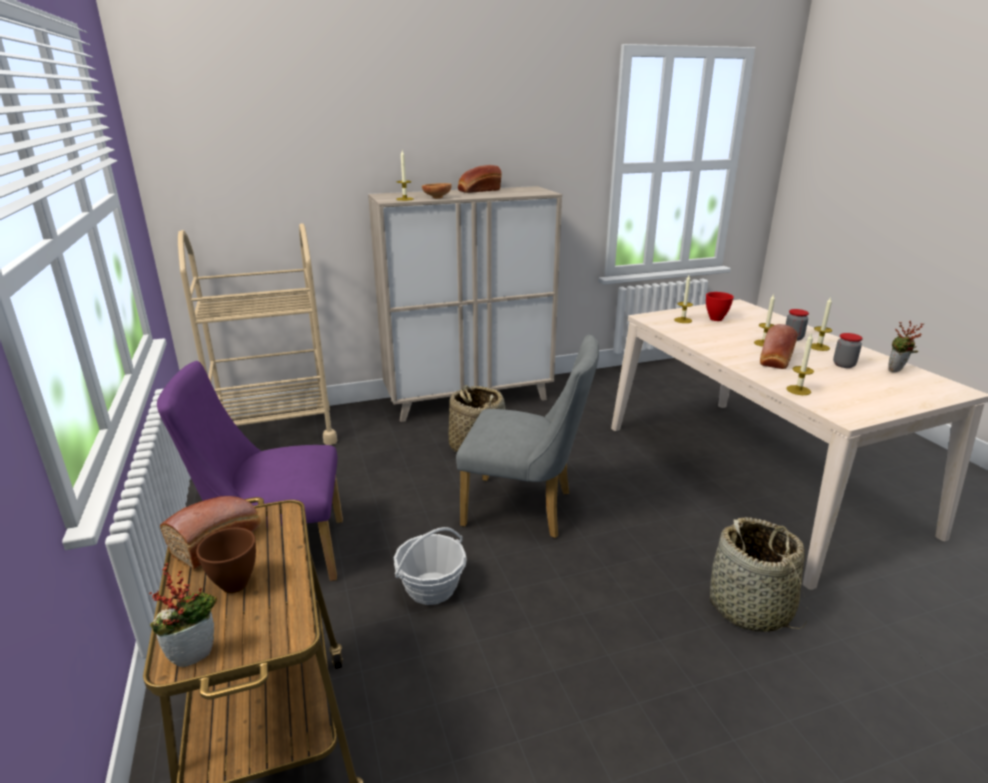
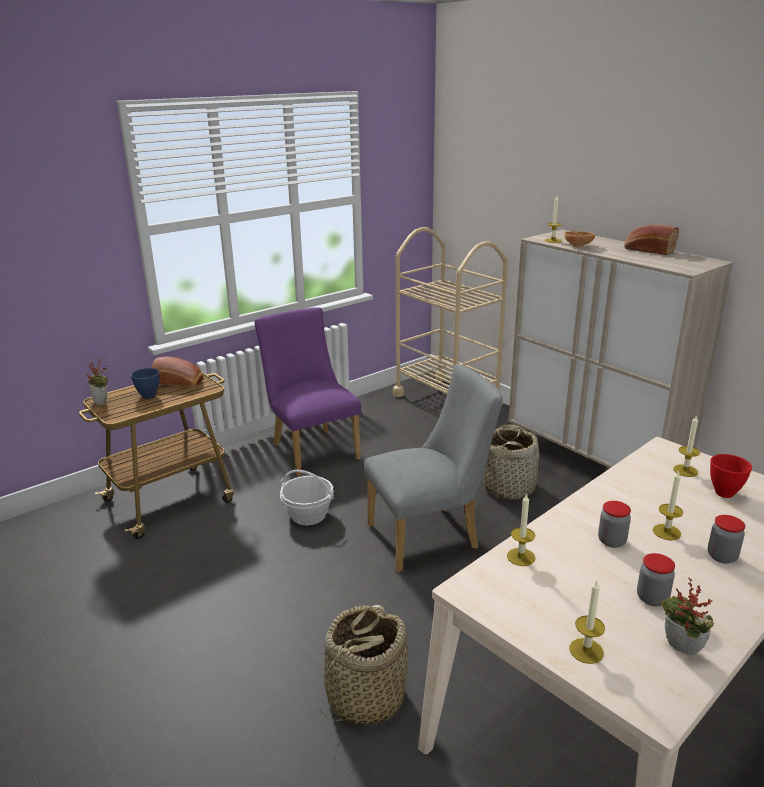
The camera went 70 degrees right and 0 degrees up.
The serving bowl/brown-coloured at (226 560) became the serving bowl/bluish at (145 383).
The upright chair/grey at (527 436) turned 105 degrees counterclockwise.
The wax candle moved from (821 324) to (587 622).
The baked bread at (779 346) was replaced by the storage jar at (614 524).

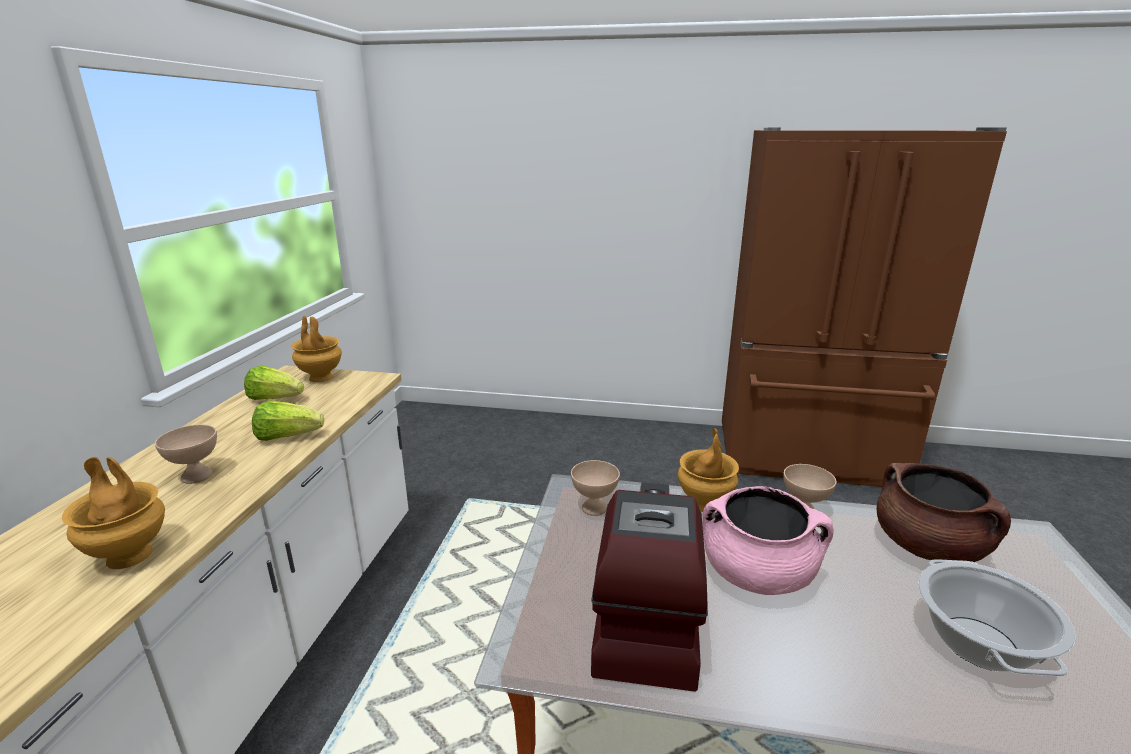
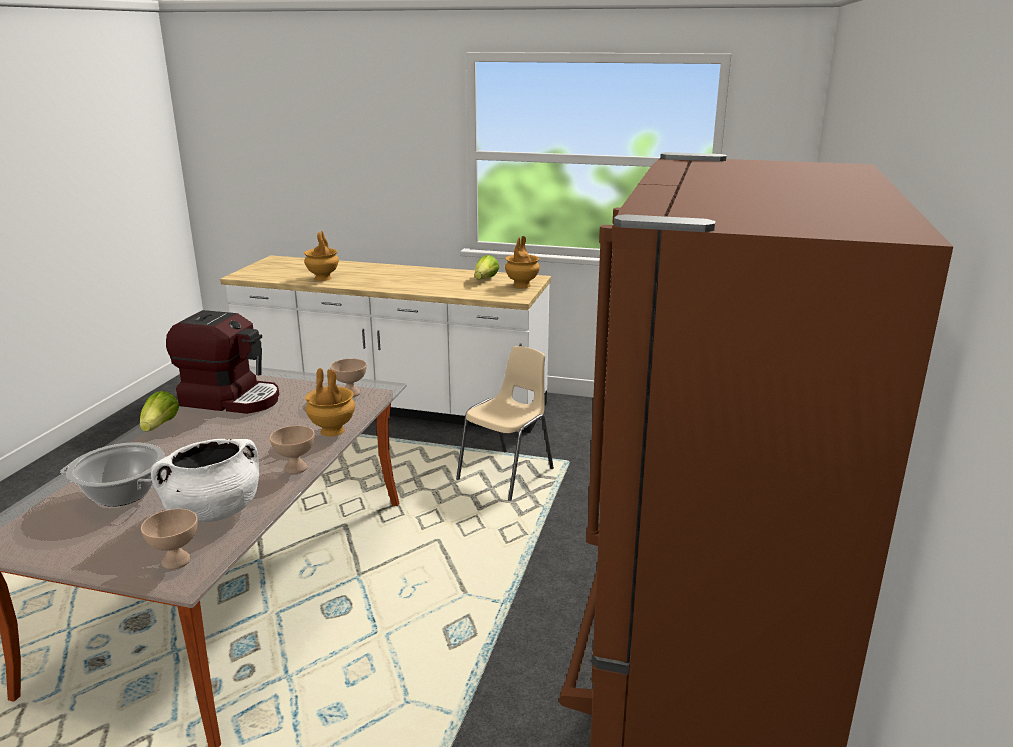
The camera went 95 degrees right and 0 degrees up.
The lettuce moved from (288 421) to (159 411).
The serving bowl/sand-coloured moved from (186 454) to (169 539).
The stockpot/brown-coloured at (944 512) became the stockpot/white-coloured at (205 480).
The upright chair/sand-coloured at (505 423) appeared.
The stockpot/pinkish at (768 540) disappeared.

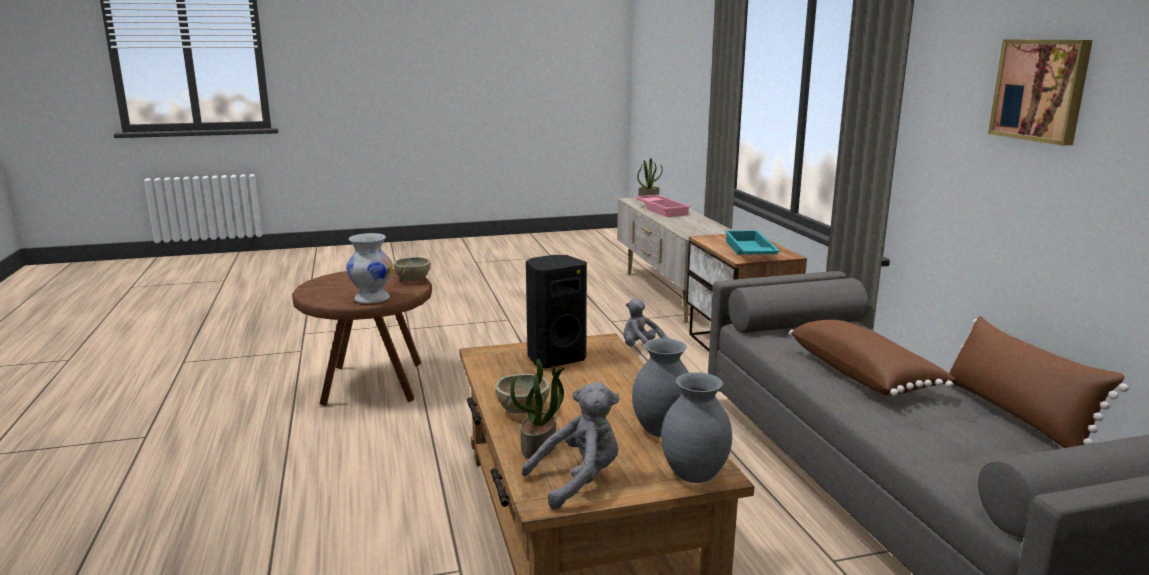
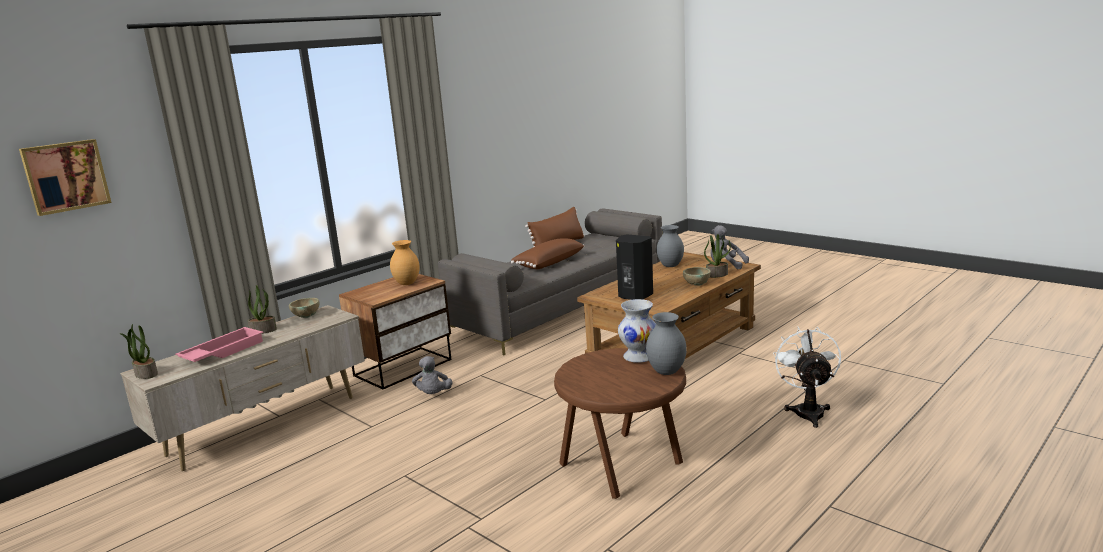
The camera went 120 degrees left and 0 degrees up.
The wall art moved from (1040 93) to (65 177).
The houseplant at (262 309) appeared.
The serving bowl/sand-coloured moved from (412 269) to (304 308).
The serving tray/turquoise-coloured at (752 242) was replaced by the decorative vase/brown-coloured at (405 262).
The decorative vase/grey moved from (696 427) to (666 343).
The fan/white-coloured at (807 377) appeared.

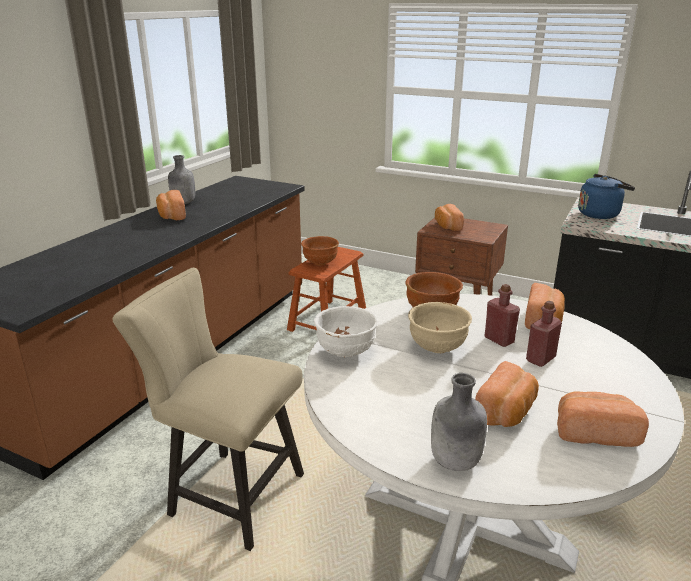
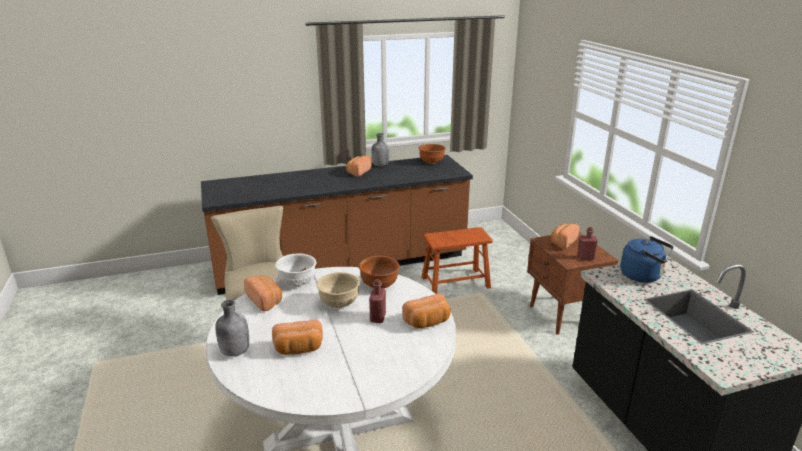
The camera went 45 degrees right and 0 degrees up.
The baked bread moved from (603 419) to (263 293).
The serving bowl/brown-coloured moved from (320 250) to (432 154).
The bottle/reddish moved from (544 334) to (587 243).

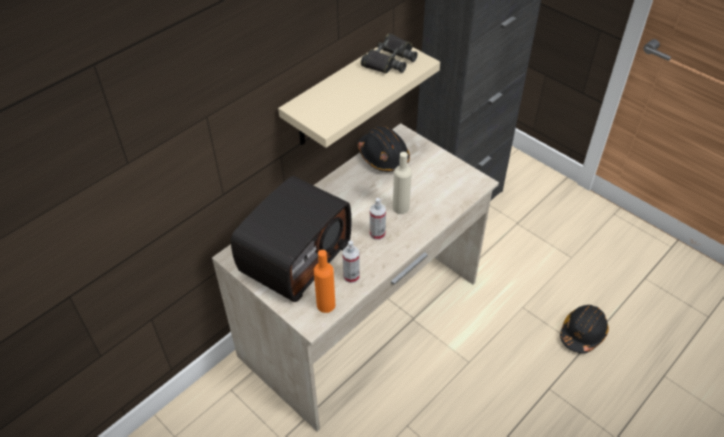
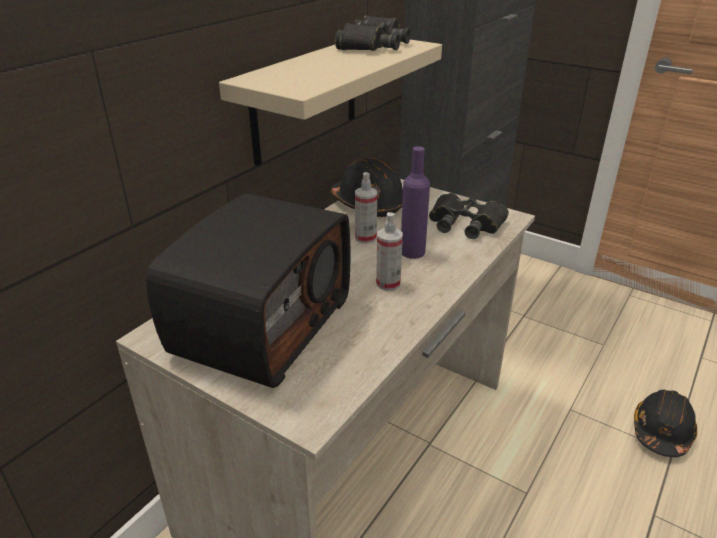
The camera went 10 degrees left and 15 degrees down.
The spray bottle moved from (351 262) to (366 208).
The bottle/sand-coloured at (402 183) became the bottle/purple-coloured at (415 202).
The field glasses/blackish at (469 216) appeared.
The bottle/orange at (325 281) disappeared.

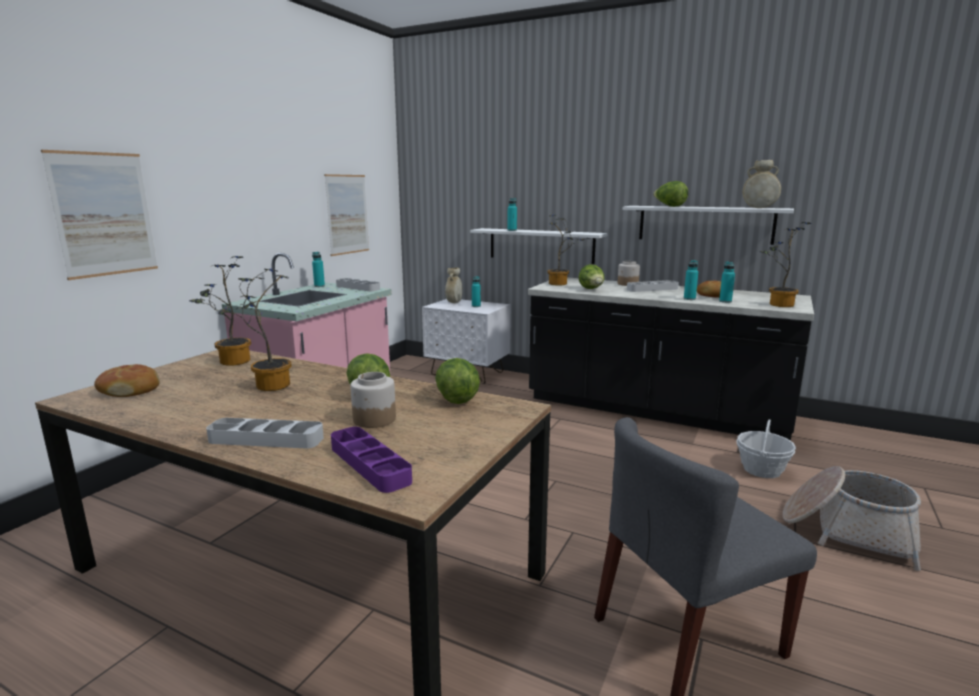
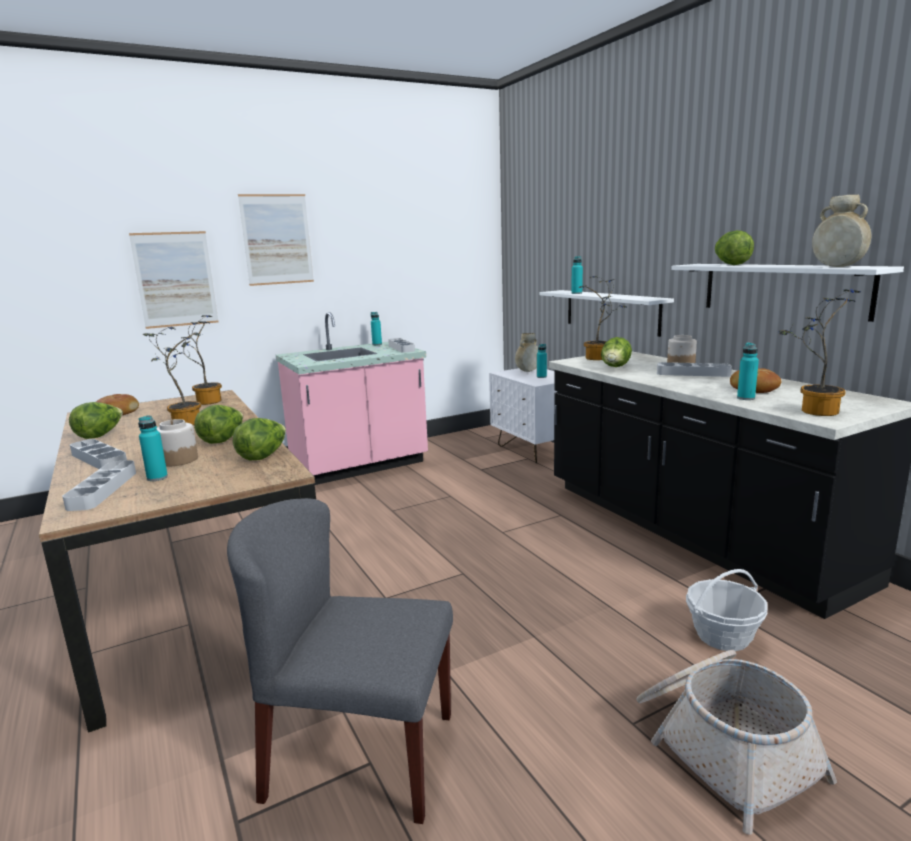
The camera went 35 degrees right and 0 degrees up.
The serving tray/purple-coloured at (371 460) became the serving tray/grey at (99 485).
The lettuce at (96 420) appeared.
The bottle/turquoise-coloured moved from (691 280) to (153 448).
The wall art moved from (346 215) to (276 240).

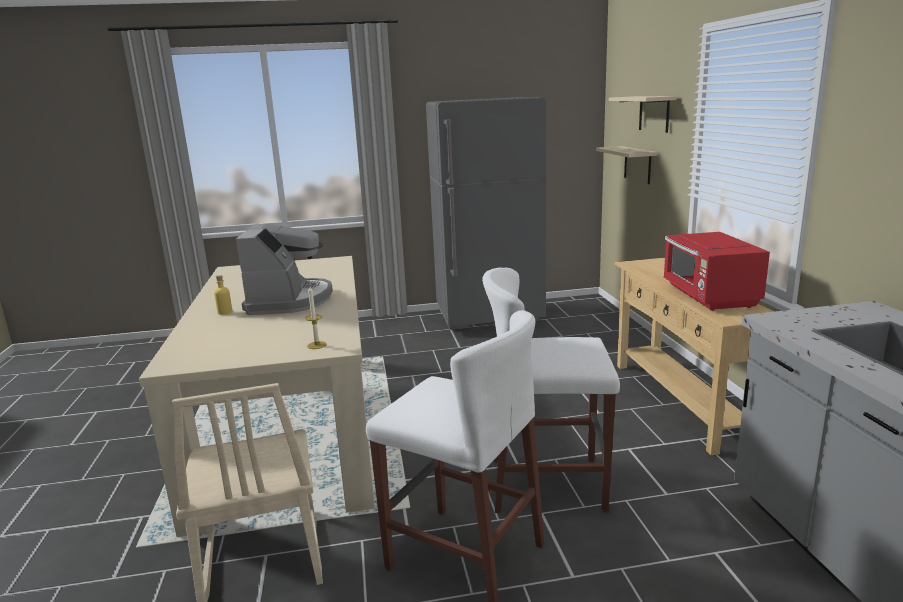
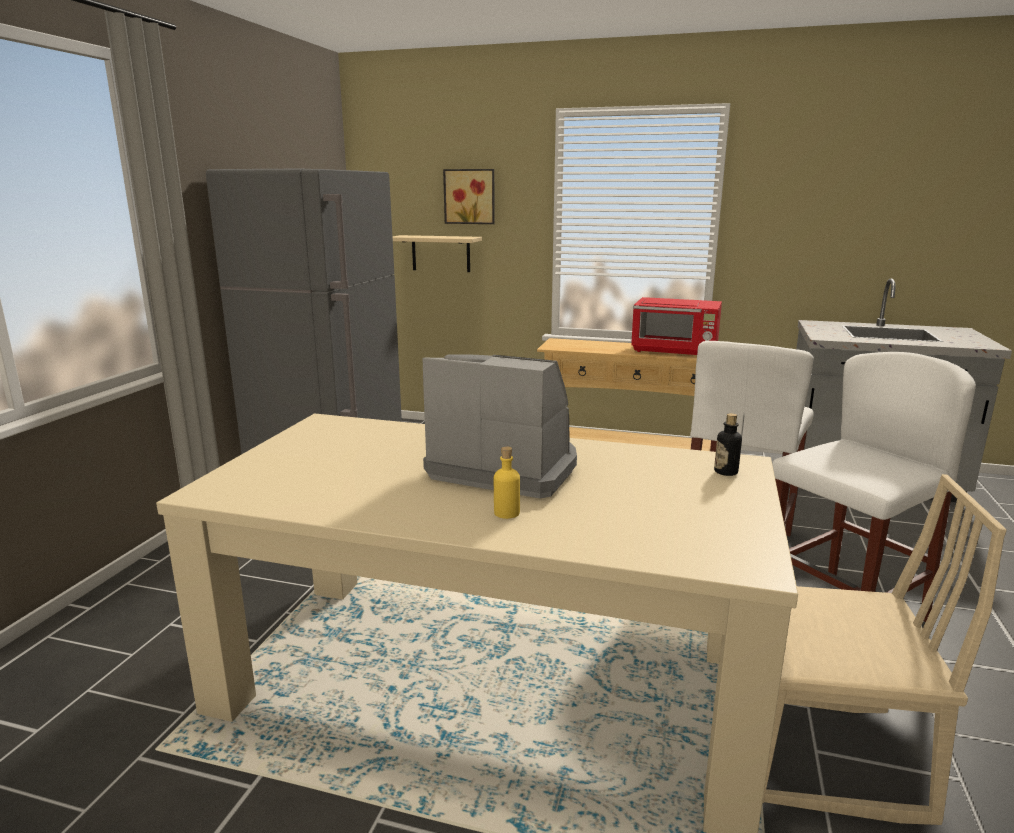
The camera went 65 degrees left and 0 degrees up.
The bracket shelf/sand-coloured at (643 114) was replaced by the wall art at (469 196).
The wax candle at (316 317) was replaced by the bottle at (728 444).

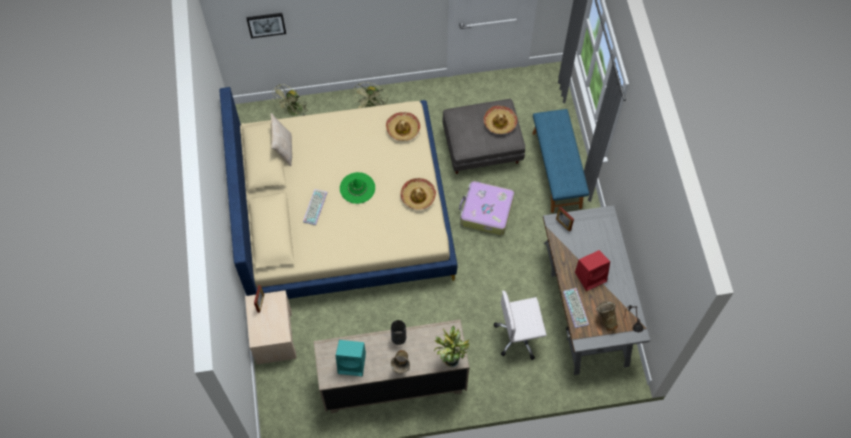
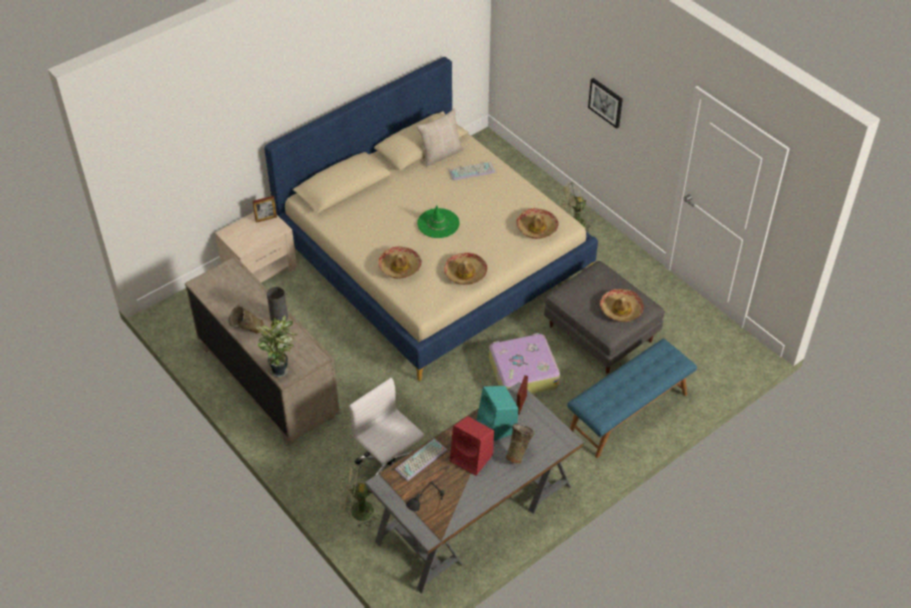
The camera went 60 degrees right and 15 degrees down.
The fan/green-coloured moved from (290 100) to (359 496).
The clothing hat at (400 262) appeared.
The keyboard moved from (315 207) to (472 171).
The loudspeaker/turquoise-coloured moved from (351 358) to (497 413).
The decorative vase/sand-coloured moved from (607 316) to (520 444).
The wall art moved from (266 25) to (605 103).

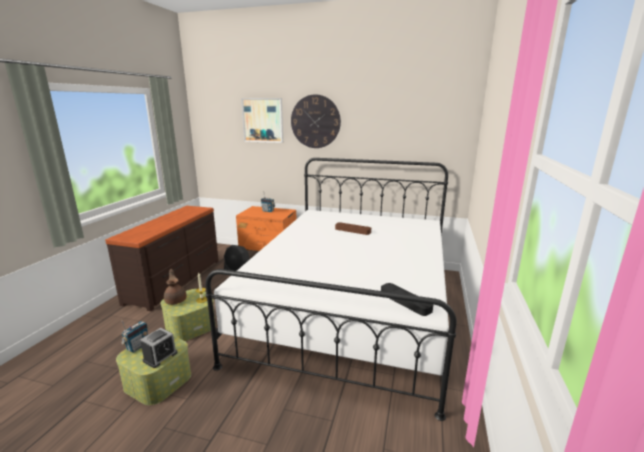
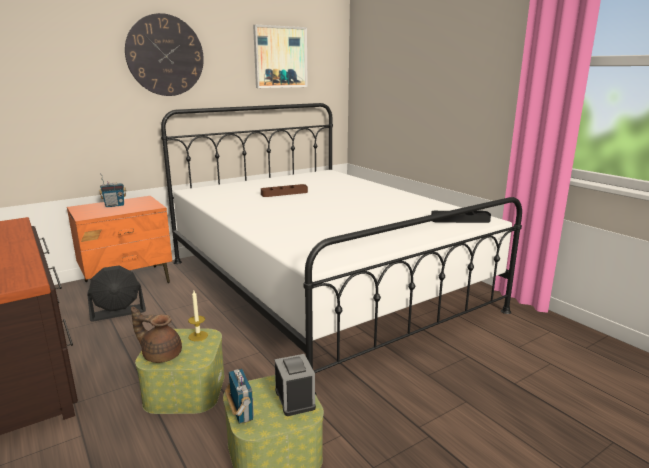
The camera went 50 degrees left and 0 degrees up.
The wall art moved from (262 120) to (280 56).

